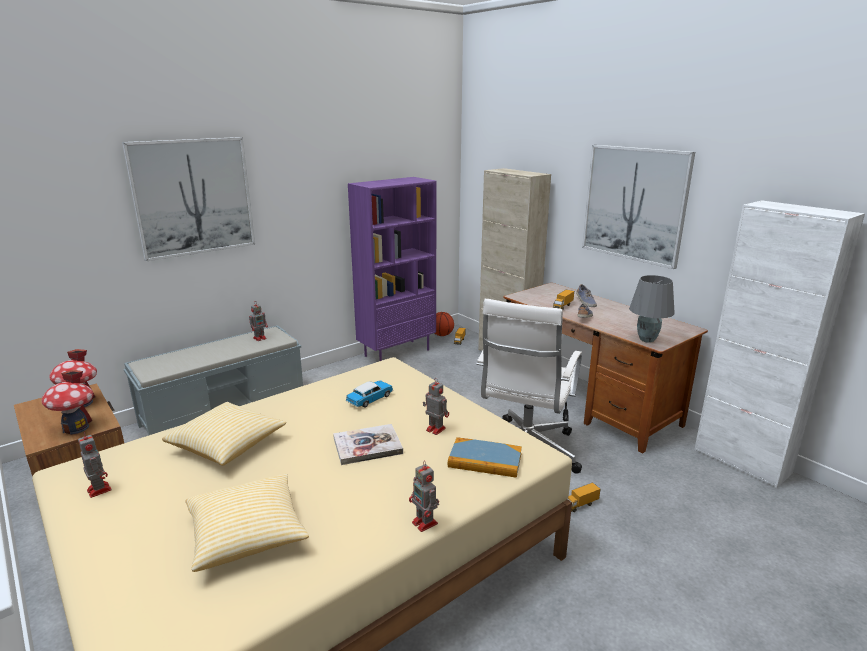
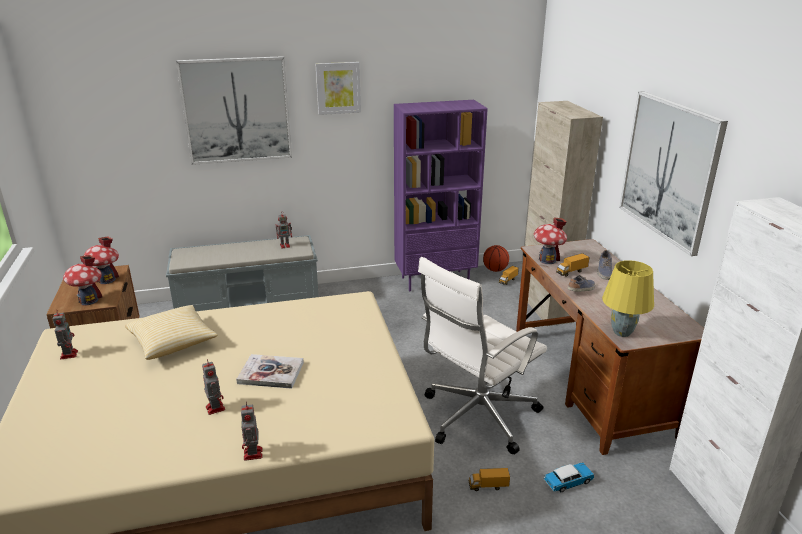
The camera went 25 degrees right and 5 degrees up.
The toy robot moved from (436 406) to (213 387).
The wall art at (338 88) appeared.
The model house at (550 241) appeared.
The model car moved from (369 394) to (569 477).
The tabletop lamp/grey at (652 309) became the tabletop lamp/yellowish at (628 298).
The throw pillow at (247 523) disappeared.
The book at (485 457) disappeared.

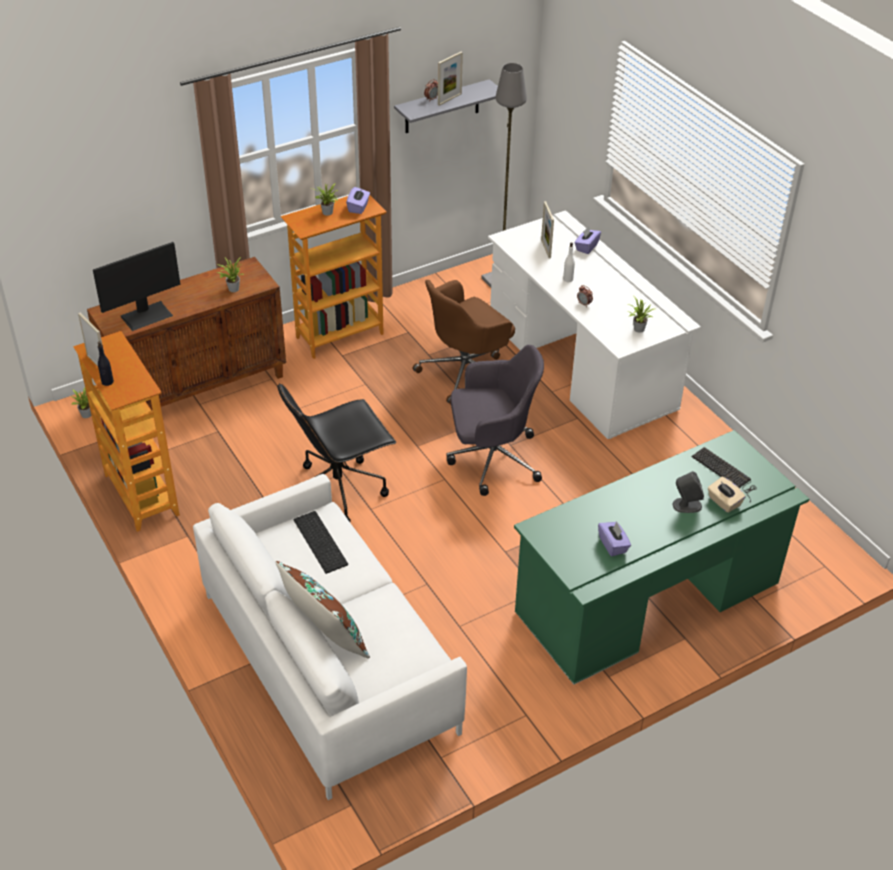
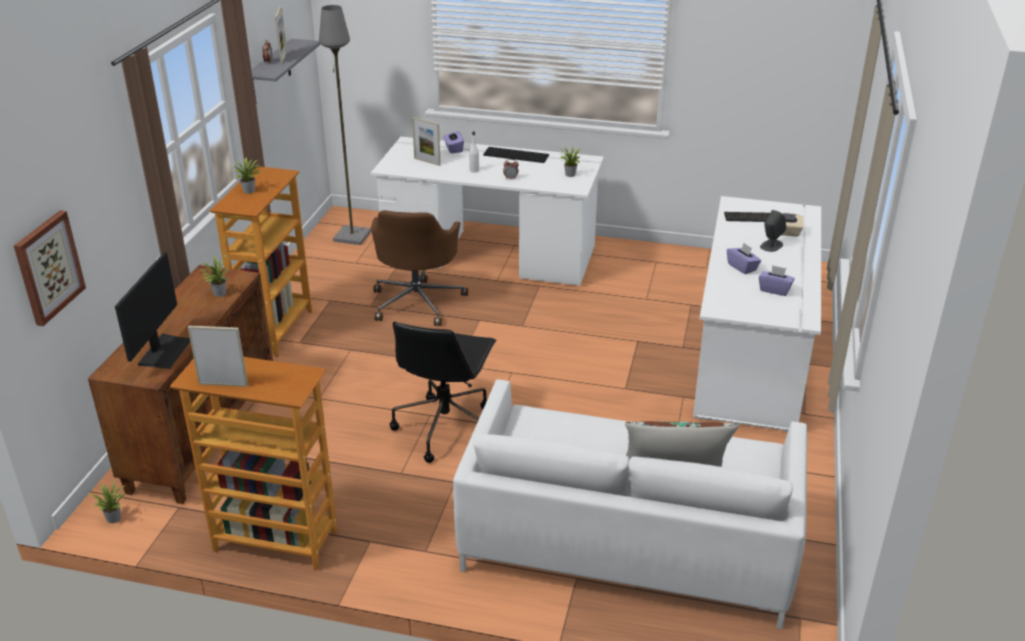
The camera went 45 degrees left and 10 degrees down.
The wall art at (50 268) appeared.
The keyboard moved from (321 542) to (516 155).
The desk/green-coloured at (661 557) became the desk/white-coloured at (757 314).
The tissue box/purple-coloured moved from (358 200) to (744 258).
The bottle/blackish at (106 363) disappeared.
The computer chair/grey at (495 420) disappeared.

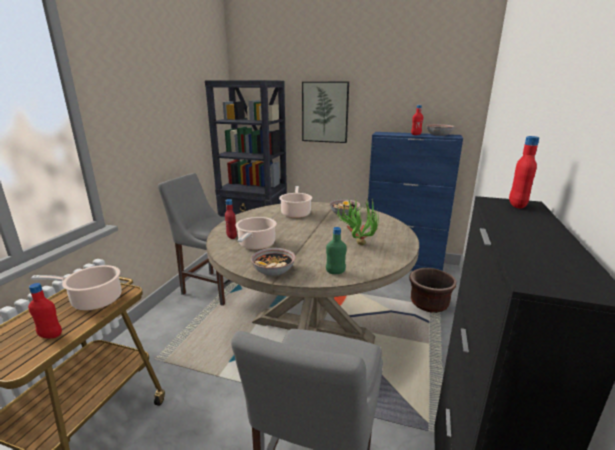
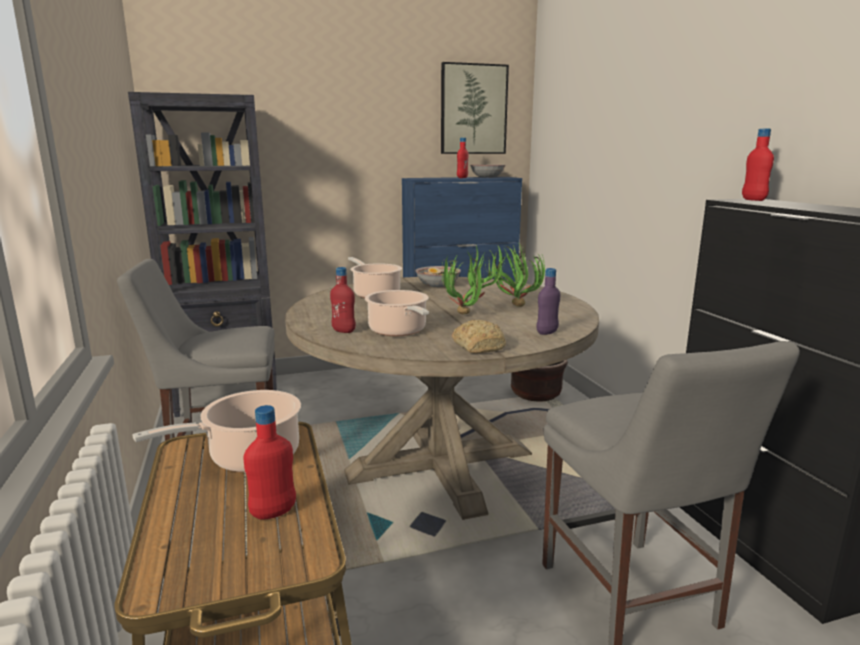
The camera went 35 degrees left and 5 degrees down.
The wall art moved from (325 112) to (475 108).
The houseplant at (472 279) appeared.
The serving bowl at (273 262) was replaced by the baked bread at (479 337).
The bottle/green-coloured at (336 250) became the bottle/purple-coloured at (548 301).

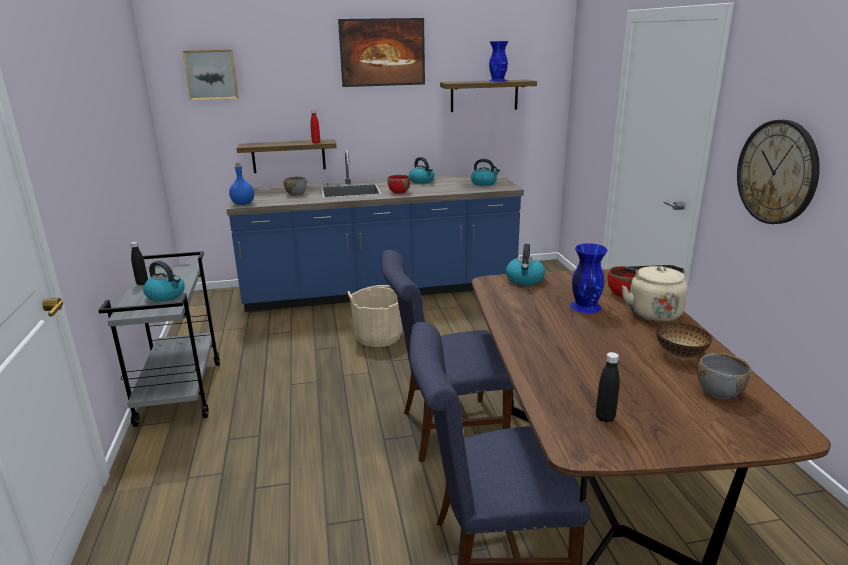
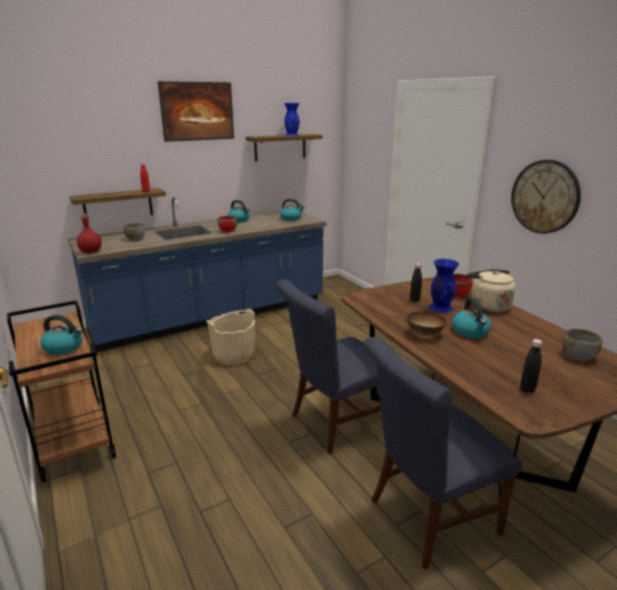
The camera went 20 degrees left and 0 degrees up.
The cart/grey at (159 339) became the cart/brown-coloured at (61 391).
The bottle/bluish at (241 184) became the bottle/reddish at (89 233).
The serving bowl moved from (684 340) to (426 324).
The bottle/blackish moved from (139 263) to (416 282).
The kettle moved from (525 264) to (471 318).
The wall art at (211 75) disappeared.

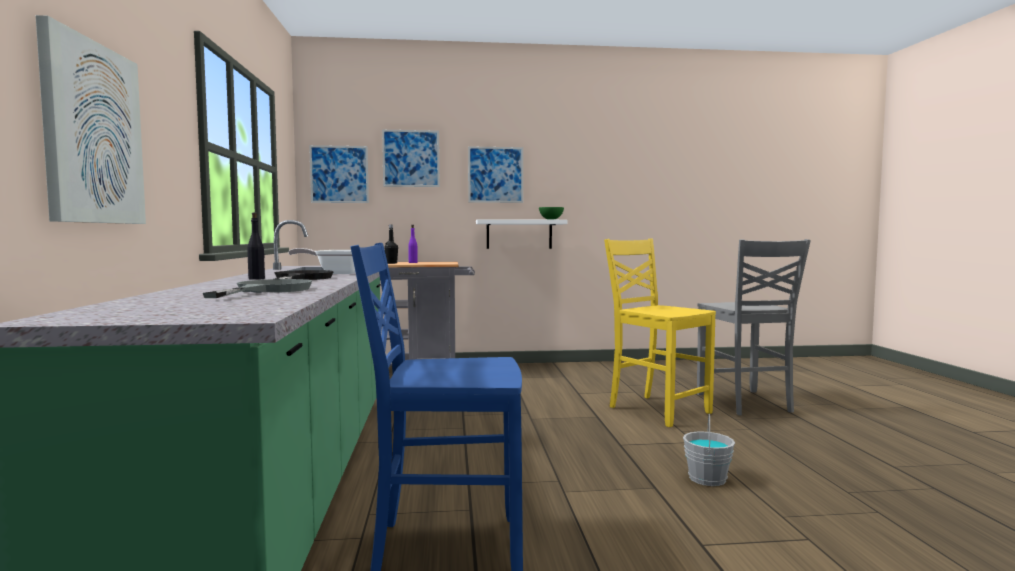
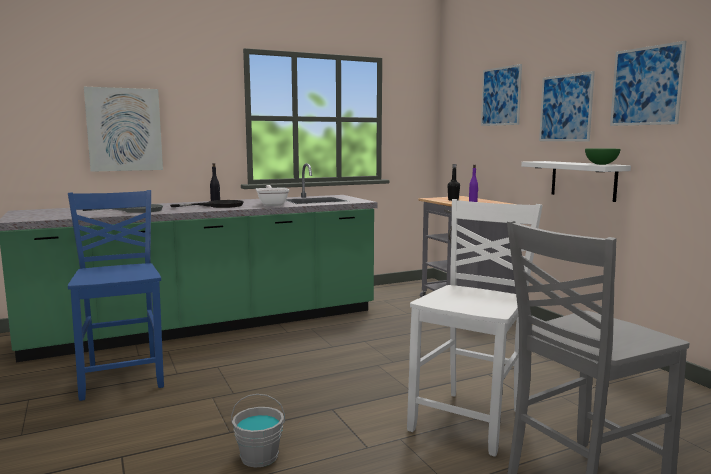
The camera went 70 degrees right and 5 degrees up.
The upright chair/yellowish at (660 333) became the upright chair/white-coloured at (475 328).
The wall art moved from (339 174) to (648 83).

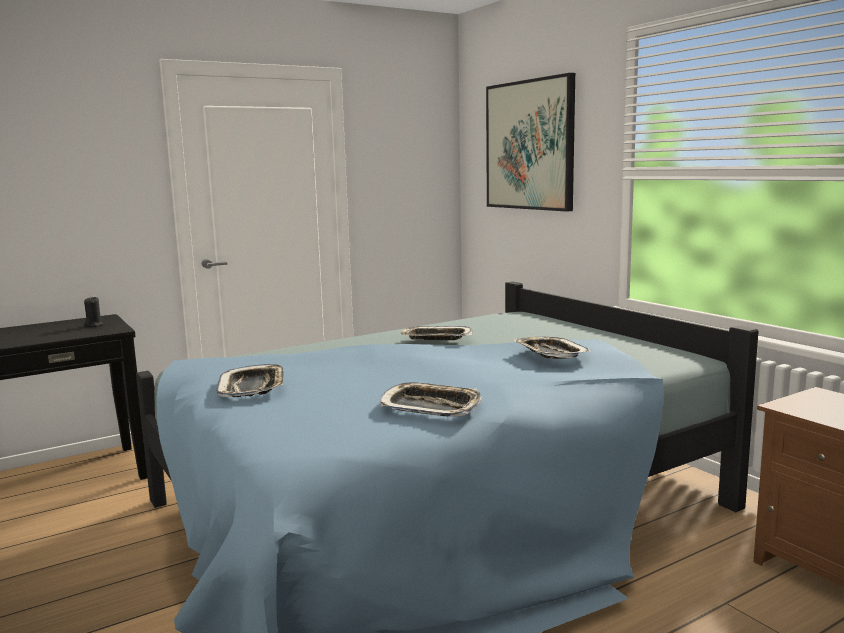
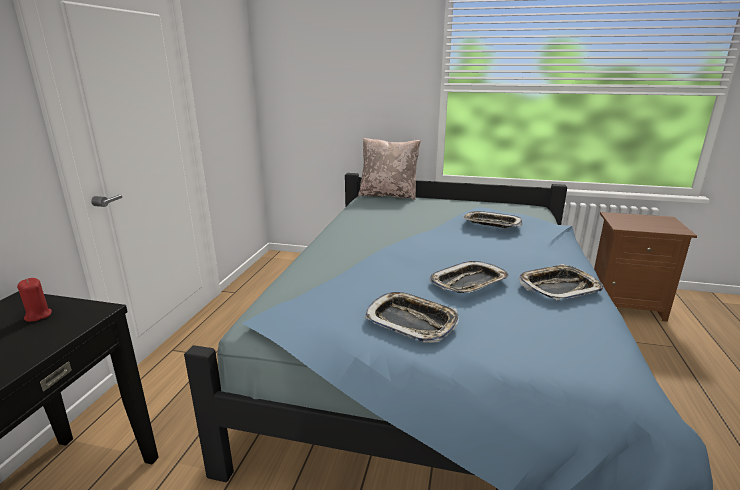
The camera went 45 degrees left and 10 degrees up.
The wax candle/blackish at (93 311) became the wax candle/reddish at (34 300).
The throw pillow/sand-coloured at (389 169) appeared.
The serving tray moved from (436 333) to (469 277).
The wall art at (530 142) disappeared.

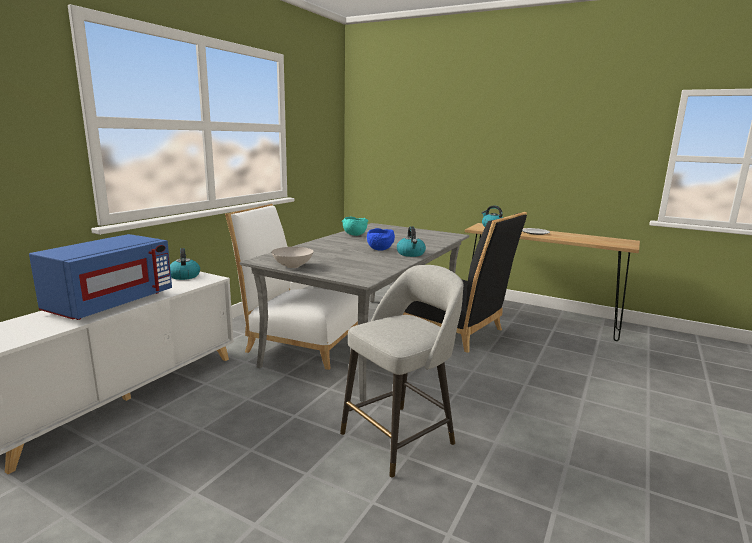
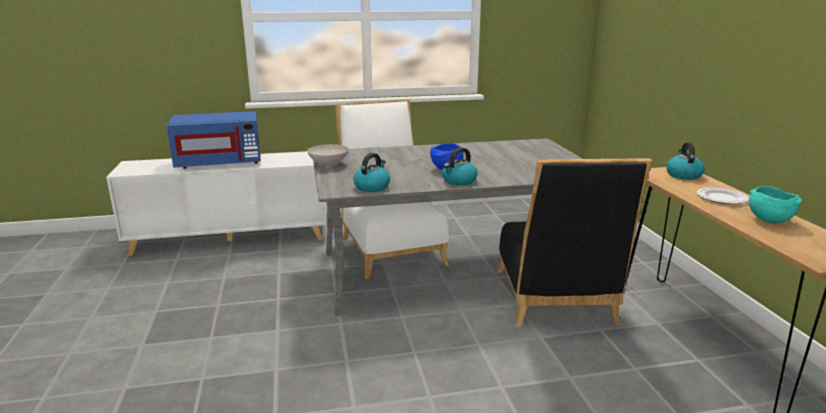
The camera went 50 degrees right and 5 degrees up.
The kettle moved from (185 264) to (371 172).
The serving bowl/turquoise-coloured moved from (355 226) to (775 204).
The stool/grey at (402 371) disappeared.

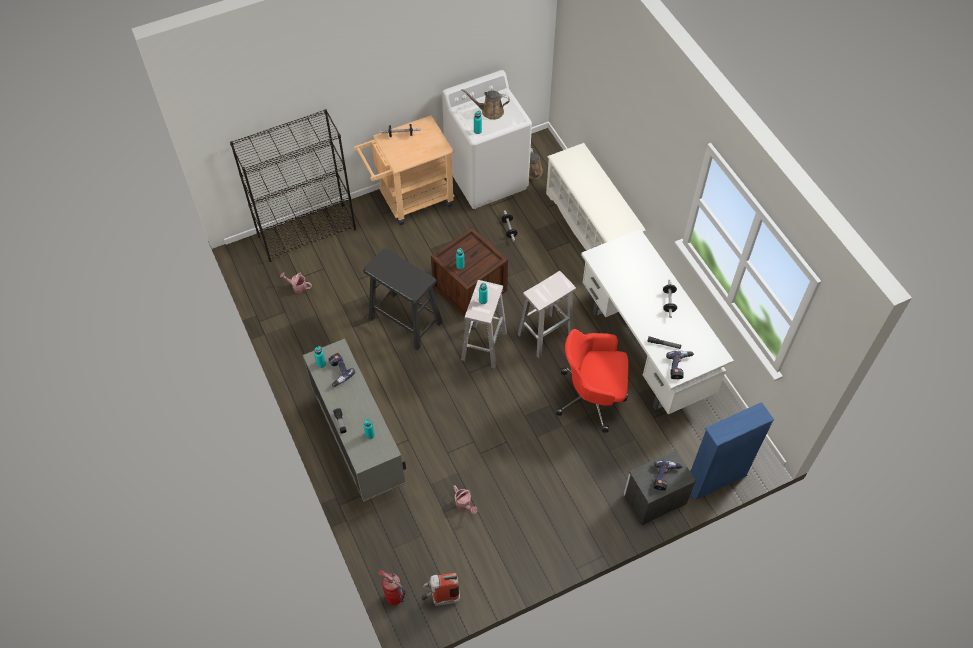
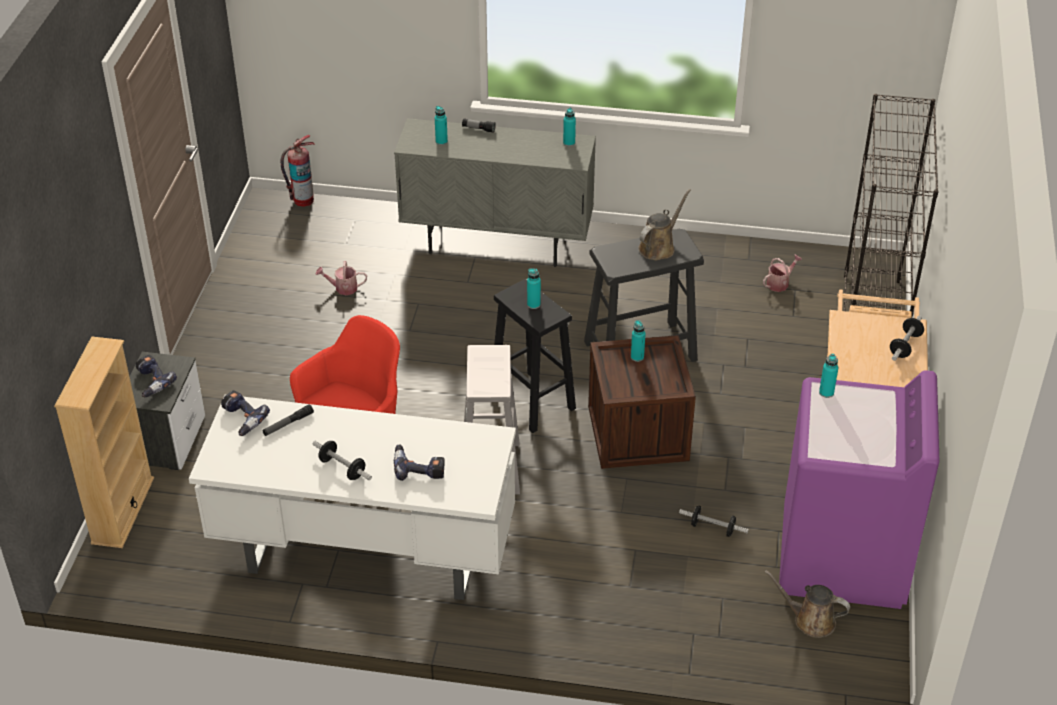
The camera went 125 degrees right and 15 degrees down.
The shelving unit/bluish at (732 451) became the shelving unit/sand-coloured at (104 442).
The power drill moved from (342 370) to (419 462).
The stool/white-coloured at (484 324) became the stool/blackish at (535 356).
The watering pot/brown-coloured moved from (485 104) to (664 224).
The laundry machine/white-coloured at (487 139) became the laundry machine/purple-coloured at (859 489).
The extinguisher at (440 589) disappeared.
The shoe rack/white-coloured at (596 197) disappeared.

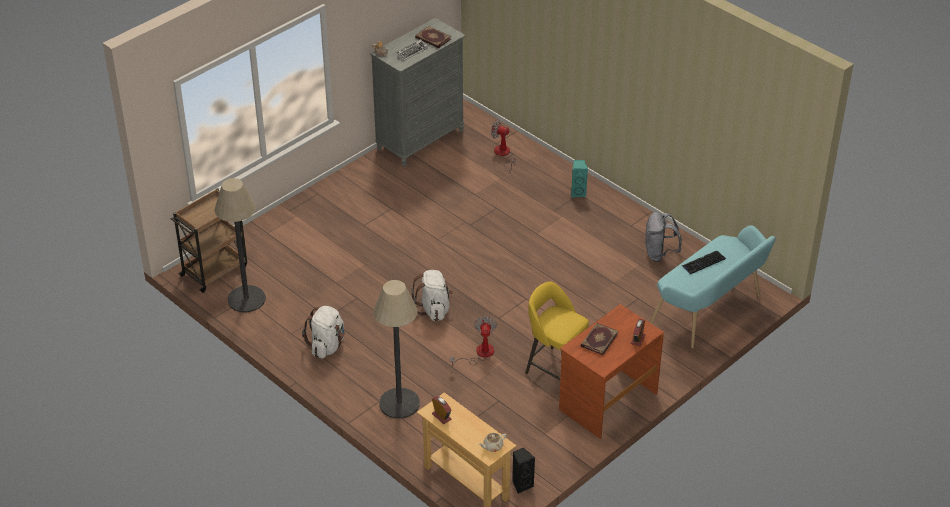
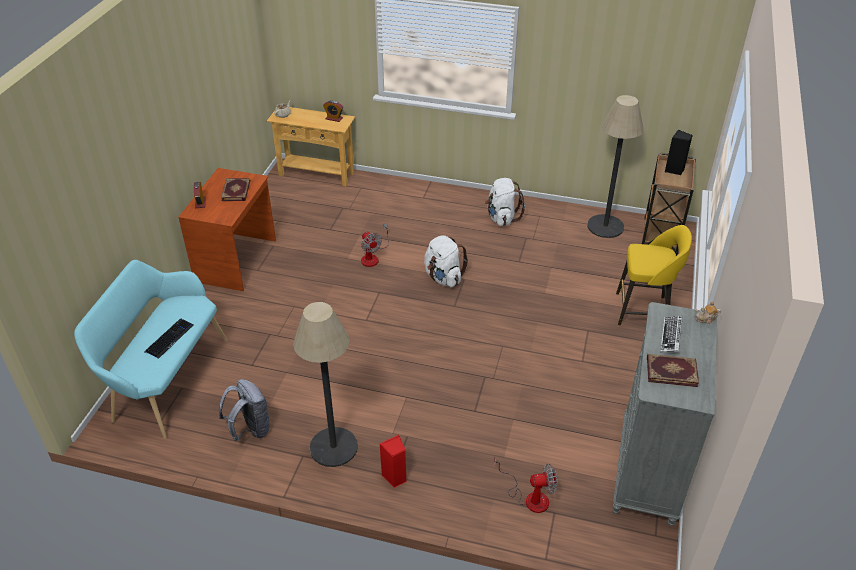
The camera went 150 degrees right and 0 degrees up.
The standing lamp moved from (396 349) to (325 384).
The loudspeaker/turquoise-coloured at (579 178) became the loudspeaker/reddish at (393 461).
The stool/yellowish moved from (557 331) to (654 275).
The loudspeaker/blackish moved from (523 470) to (679 152).

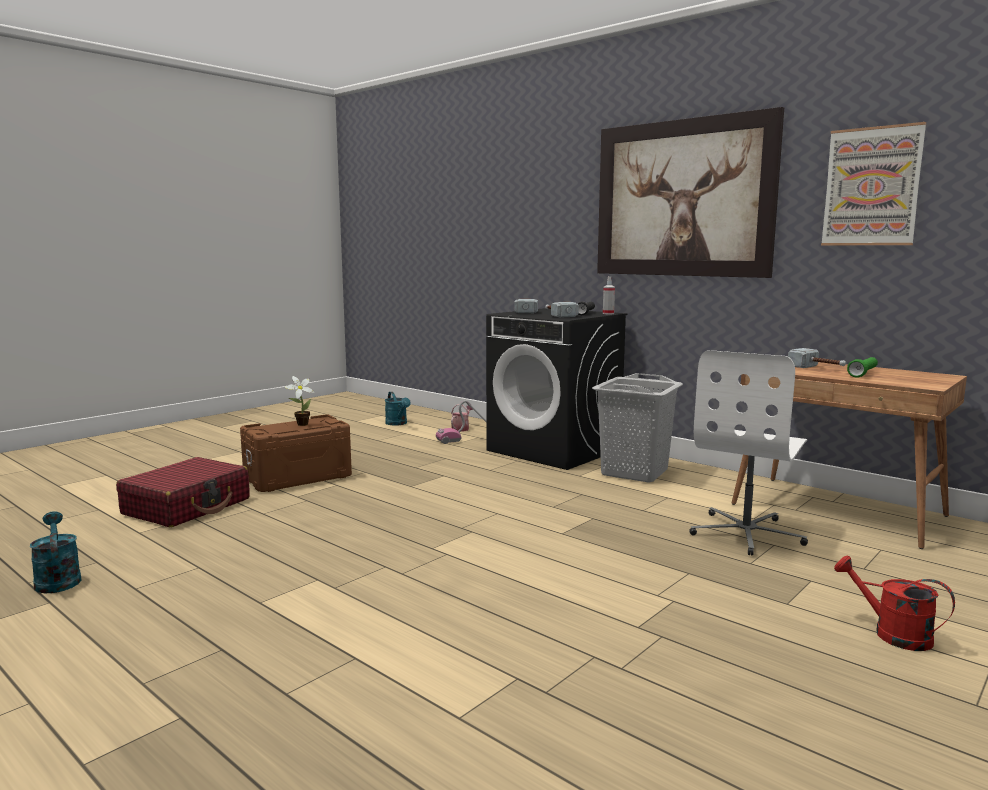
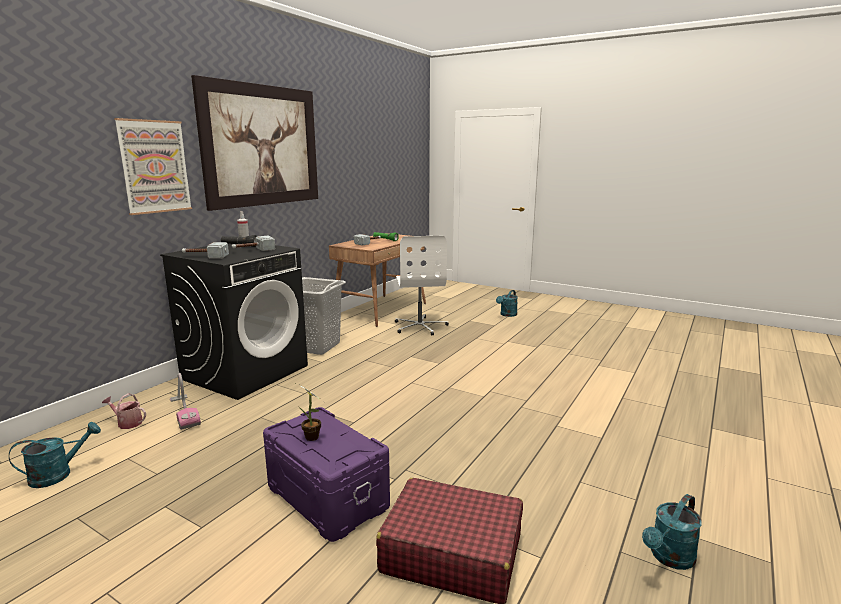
The camera went 100 degrees left and 5 degrees up.
The wall art moved from (873 183) to (153 166).
The storage box/brown-coloured at (296 453) became the storage box/purple-coloured at (326 474).
The computer chair/white-coloured at (748 453) turned 60 degrees clockwise.
The watering pot/reddish at (894 603) became the watering pot/turquoise-coloured at (507 303).

